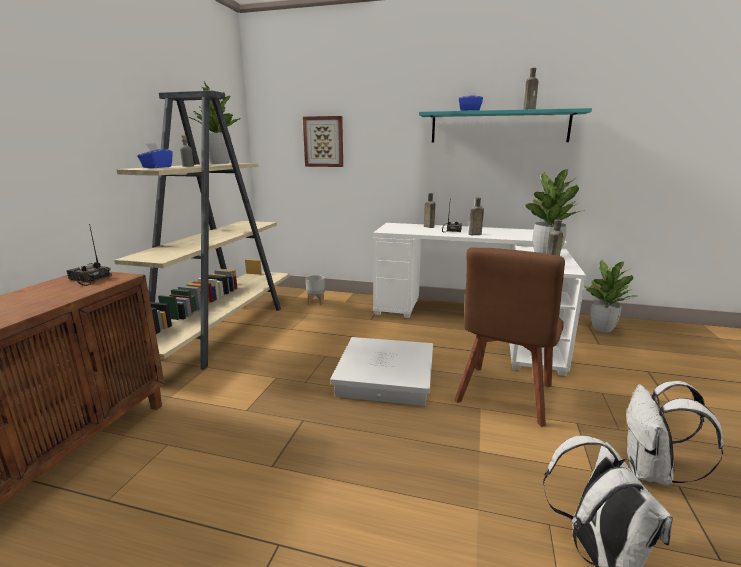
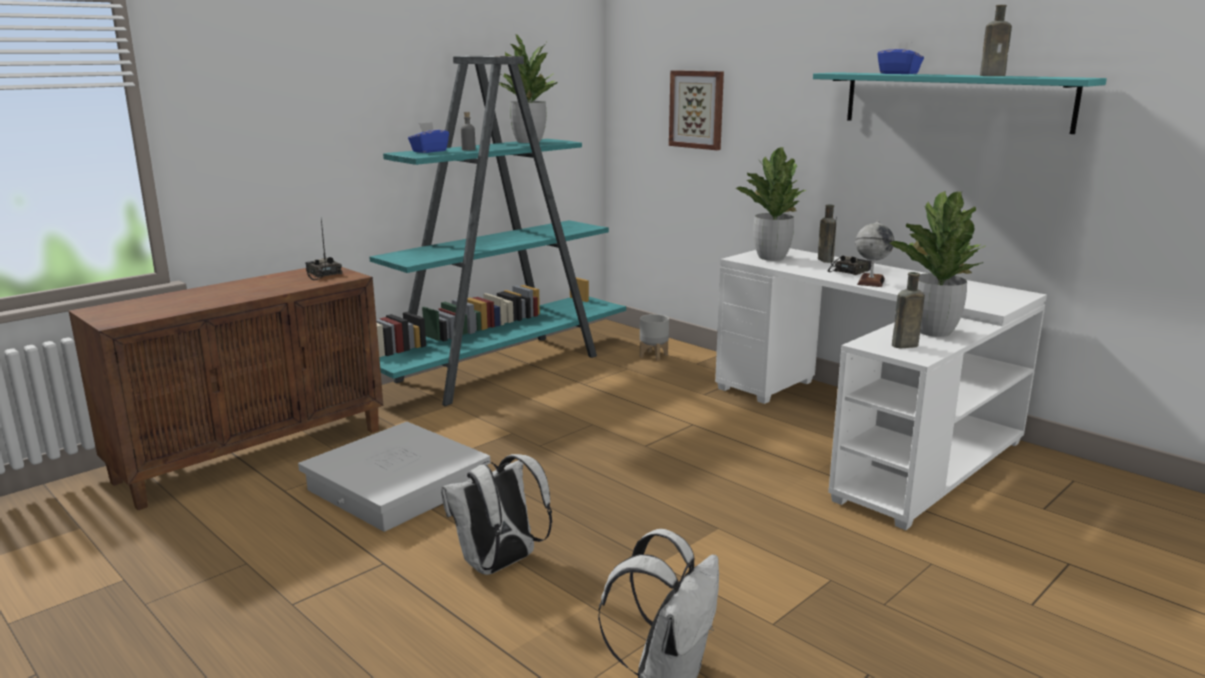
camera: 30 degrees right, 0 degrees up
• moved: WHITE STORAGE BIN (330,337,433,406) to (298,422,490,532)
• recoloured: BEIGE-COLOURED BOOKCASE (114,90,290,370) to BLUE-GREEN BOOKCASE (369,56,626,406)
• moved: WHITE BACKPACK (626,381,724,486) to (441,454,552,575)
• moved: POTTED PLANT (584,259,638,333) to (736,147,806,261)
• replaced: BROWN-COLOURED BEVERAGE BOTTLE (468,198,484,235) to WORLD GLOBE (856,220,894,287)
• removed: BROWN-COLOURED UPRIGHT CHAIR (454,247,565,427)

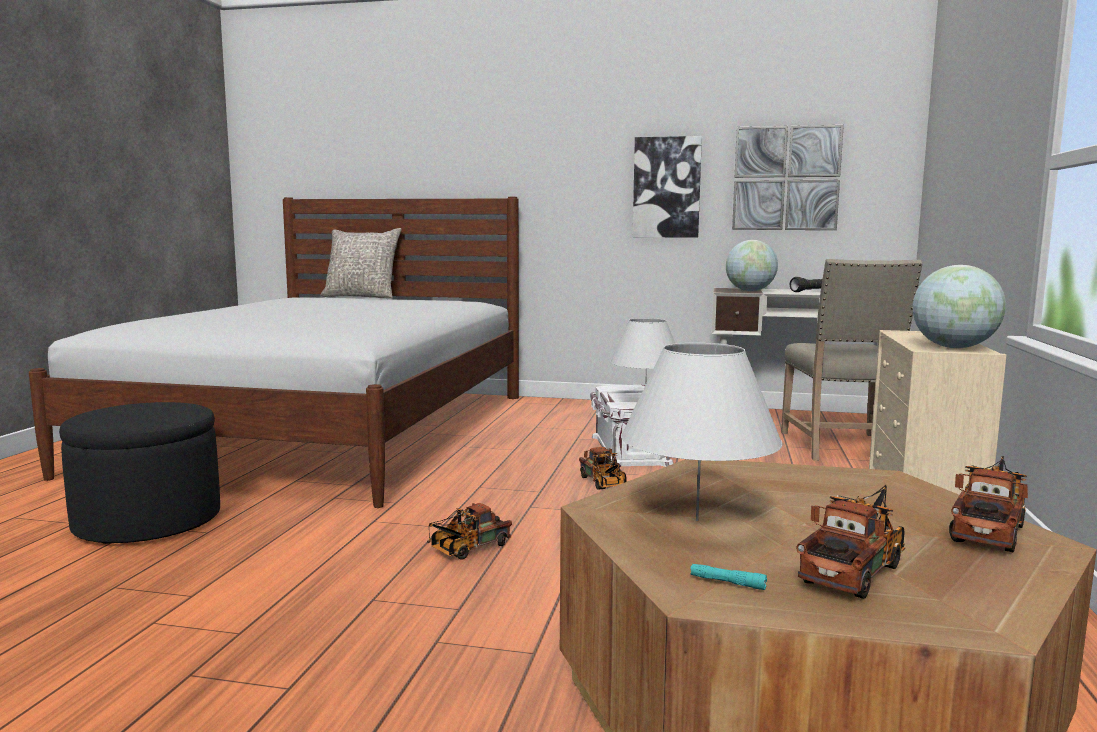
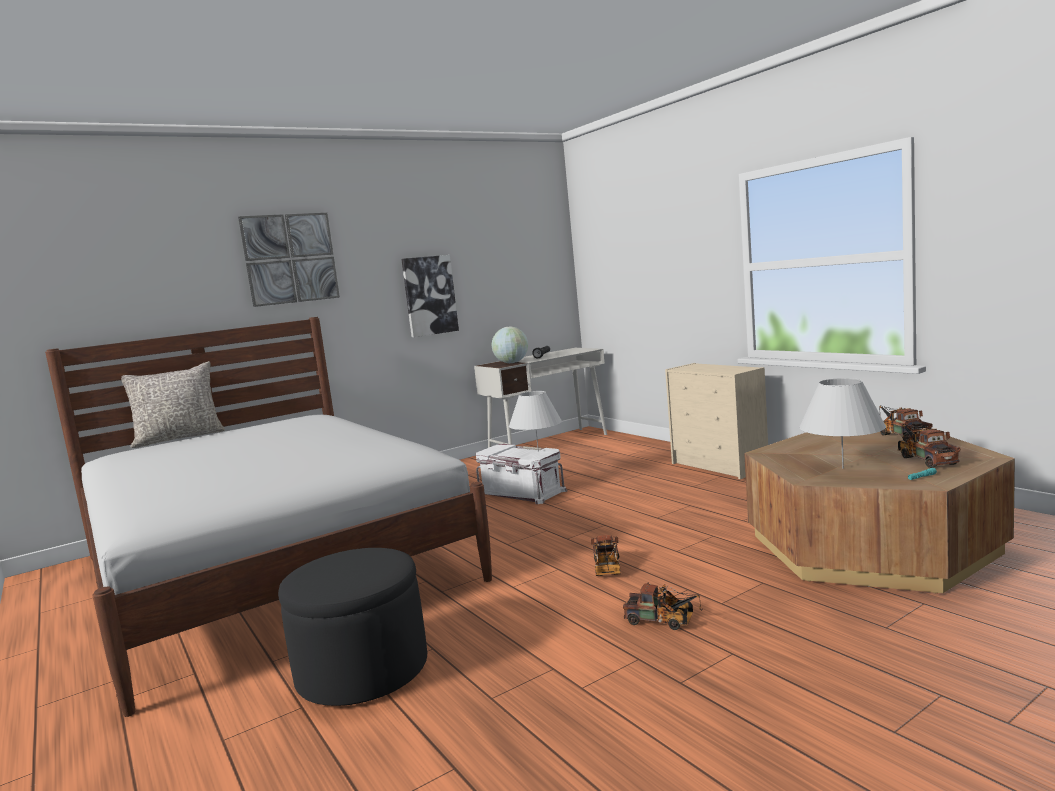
camera: 45 degrees left, 0 degrees up
• moved: WALL PICTURE (732,125,844,230) to (238,213,340,307)
• moved: TOY TRUCK (579,447,627,490) to (623,582,703,630)
• removed: BEIGE-COLOURED UPRIGHT CHAIR (781,259,923,461)
• removed: WORLD GLOBE (913,265,1006,348)

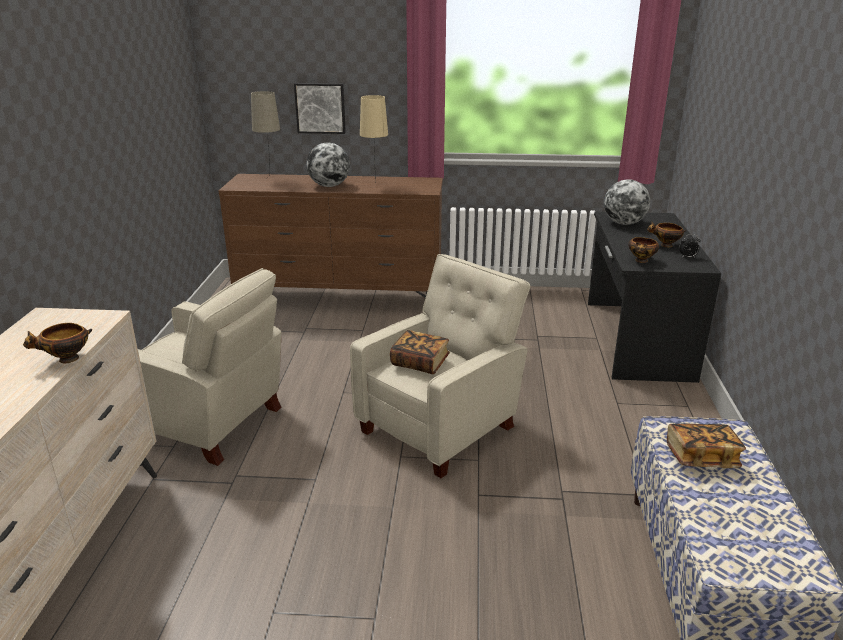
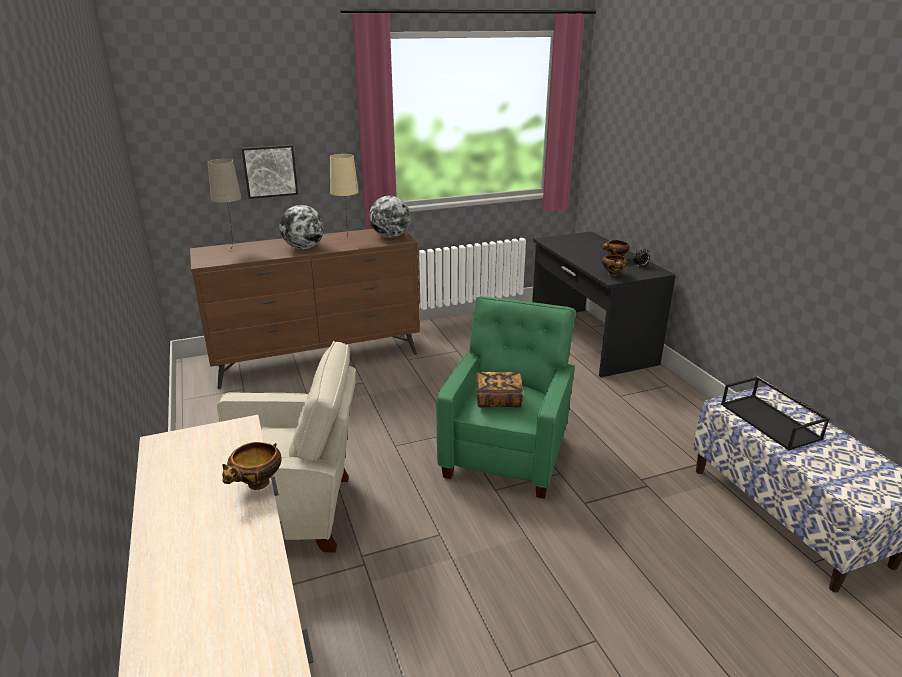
camera: 25 degrees left, 0 degrees up
• moved: WORLD GLOBE (604,179,650,225) to (369,196,411,238)
• recoloured: BEIGE-COLOURED EASY CHAIR (350,254,530,478) to GREENISH EASY CHAIR (436,296,576,499)
• replaced: BOUND BOOK (667,423,746,468) to BLACKISH TRAY (721,376,830,451)

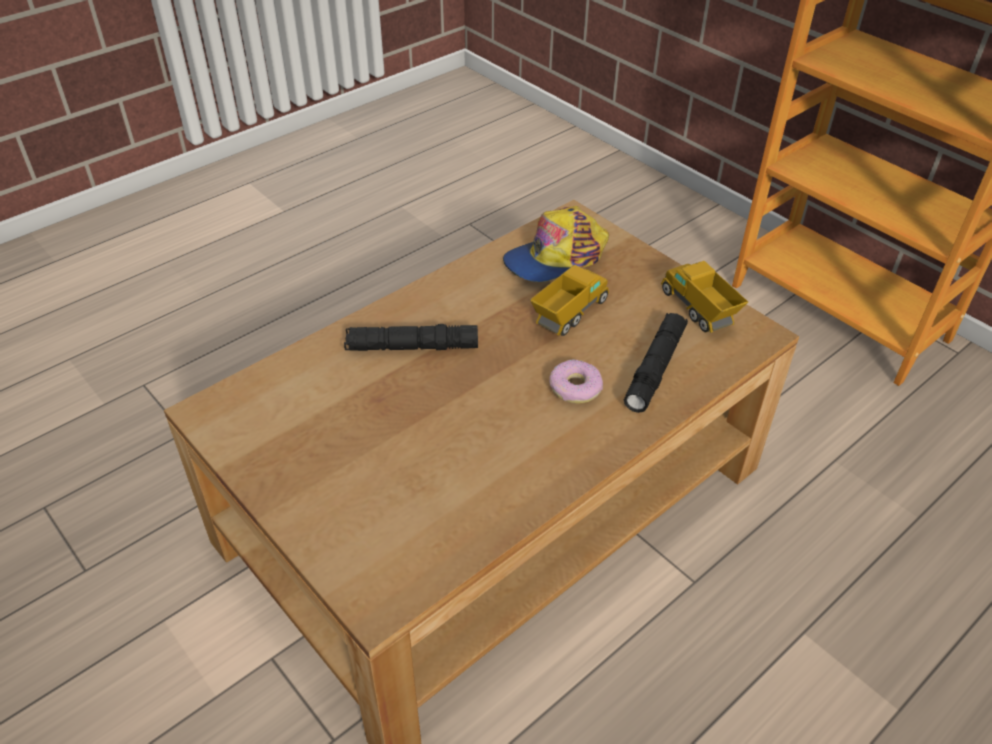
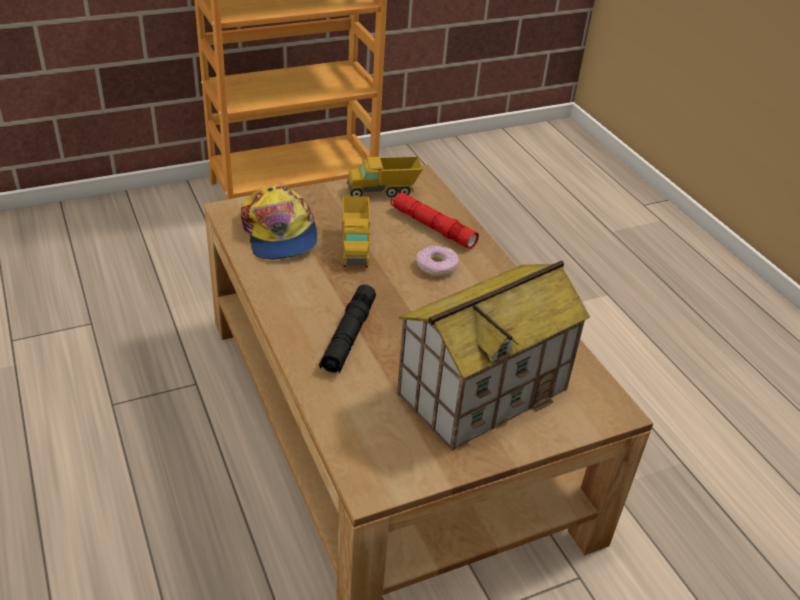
camera: 75 degrees left, 5 degrees down
• turned: TOY TRUCK (530,265,609,336) = (342,196,370,267) 150 degrees counterclockwise
• recoloured: BLACKISH TORCH (624,313,688,413) to RED-COLOURED TORCH (390,192,479,249)
• added: MINIATURE HOUSE (397,261,590,451)

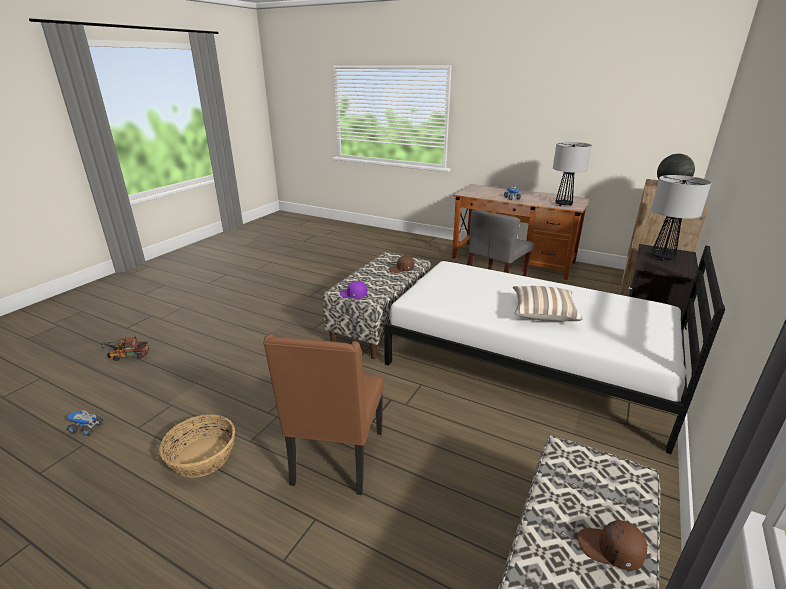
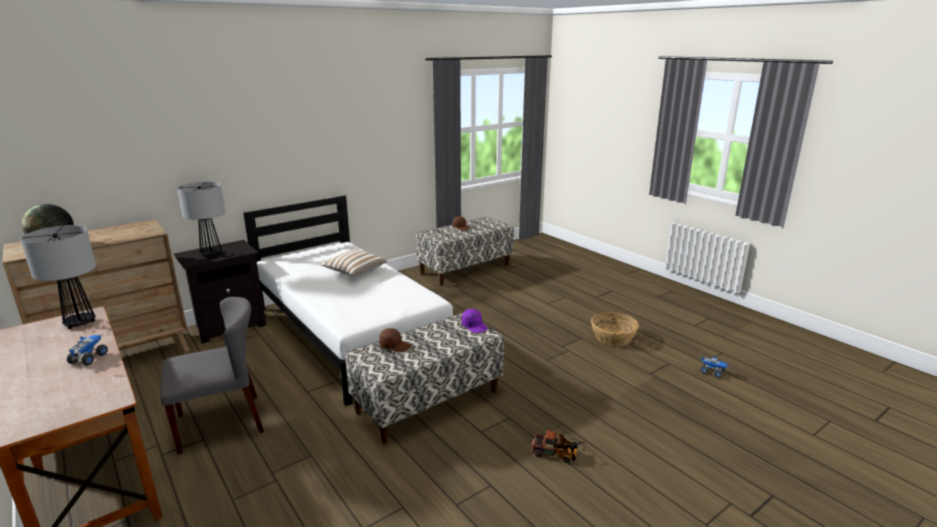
camera: 155 degrees left, 5 degrees down
• moved: TOY TRUCK (101,336,150,361) to (532,429,585,463)
• removed: BROWN-COLOURED UPRIGHT CHAIR (263,334,384,495)

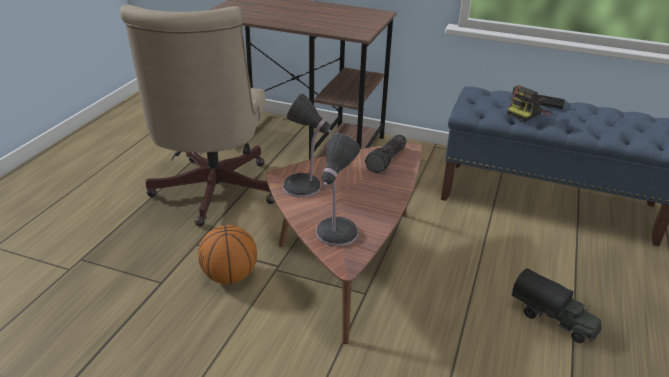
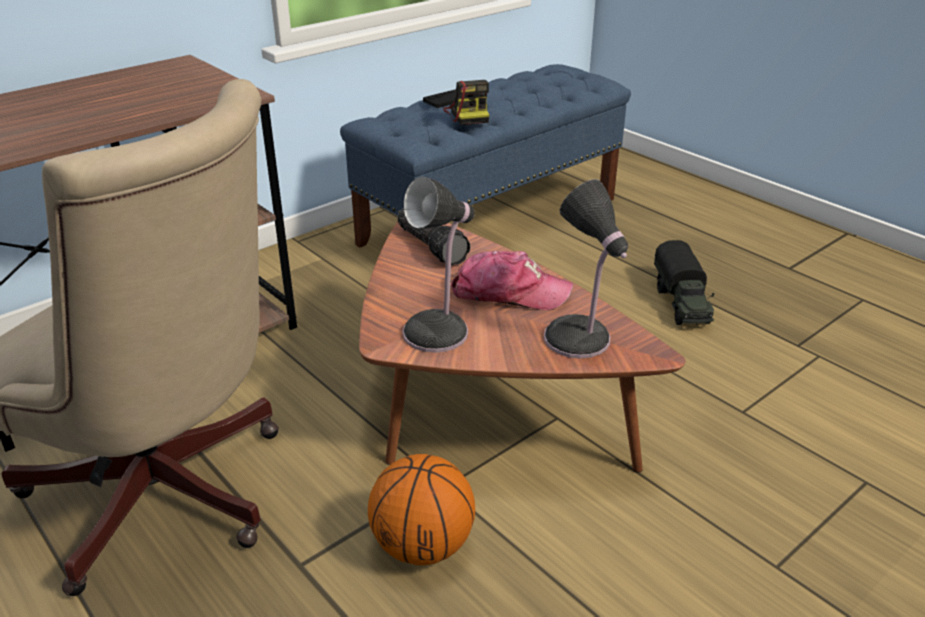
camera: 60 degrees left, 0 degrees up
• added: PEAKED CAP (451,251,573,310)
• turned: TOY TRUCK (512,268,602,343) = (654,240,714,325) 105 degrees clockwise

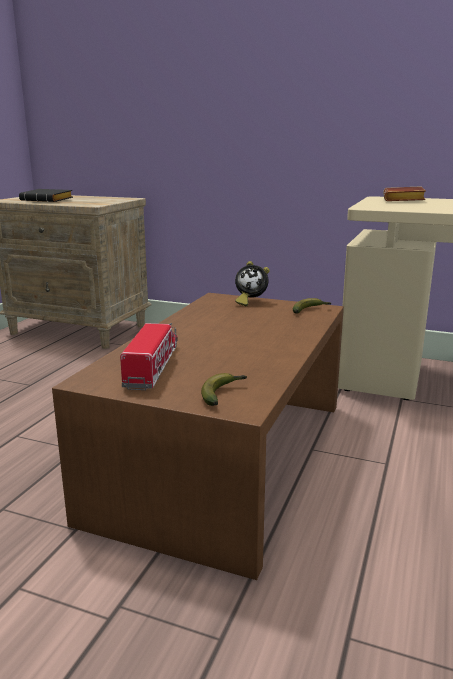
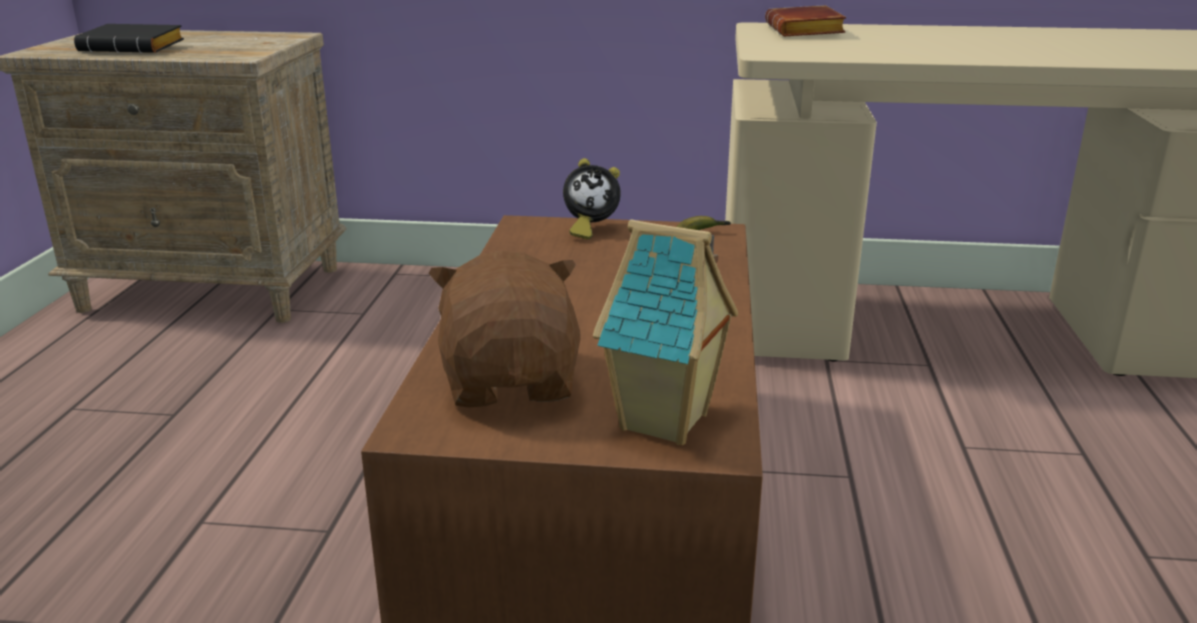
camera: 15 degrees left, 5 degrees up
• replaced: TOY TRUCK (120,323,178,390) to BROWN-COLOURED PLUSH TOY (429,251,580,407)
• replaced: WHOLE BANANA (201,373,247,406) to MINIATURE HOUSE (593,219,738,445)

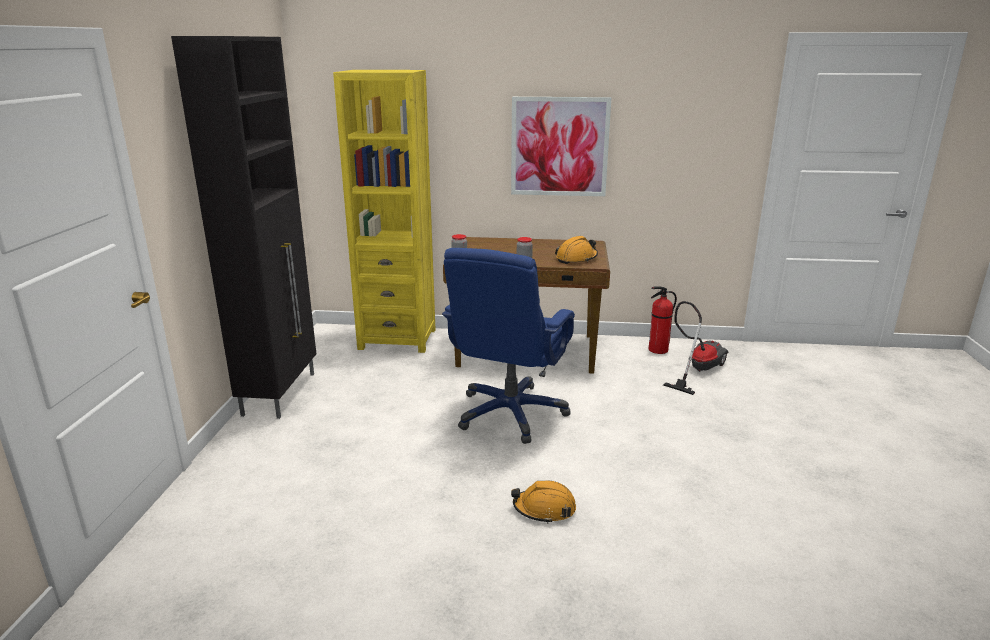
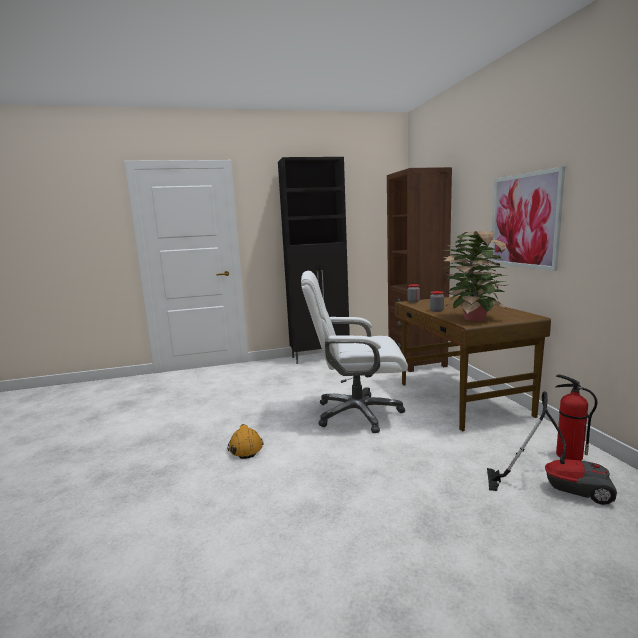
camera: 70 degrees right, 10 degrees down
• recoloured: BLUE DESK CHAIR (442,248,575,444) to WHITE DESK CHAIR (301,271,408,433)
• recoloured: YELLOW-COLOURED BOOKCASE (333,70,436,353) to BROWN-COLOURED BOOKCASE (387,167,452,372)
• replaced: ORANGE WORK HELMET (555,236,598,264) to POTTED PLANT (441,231,508,321)

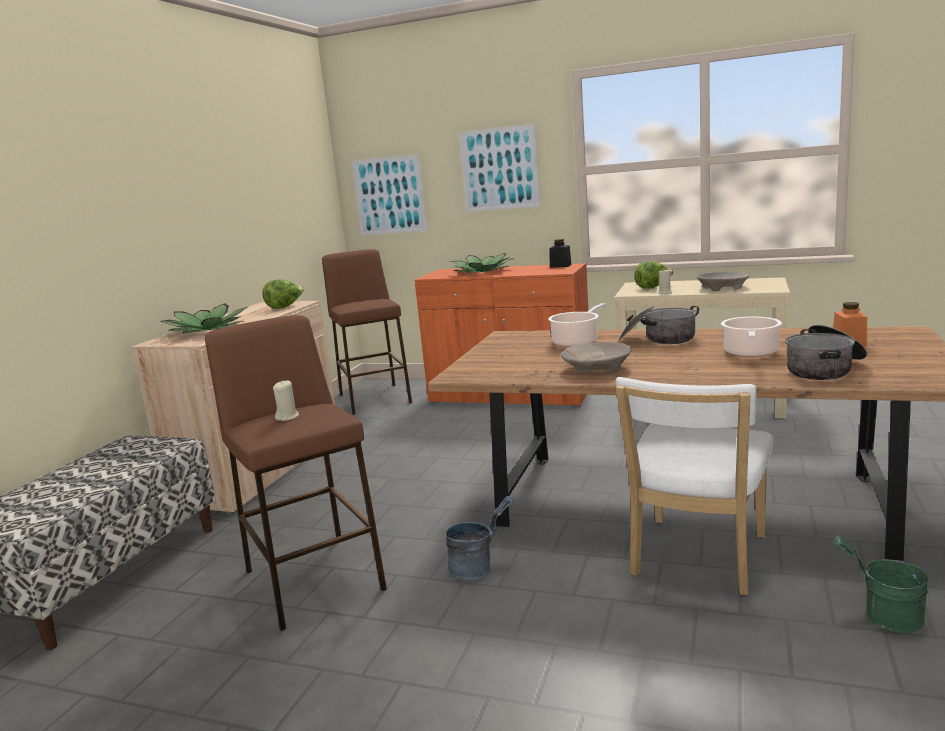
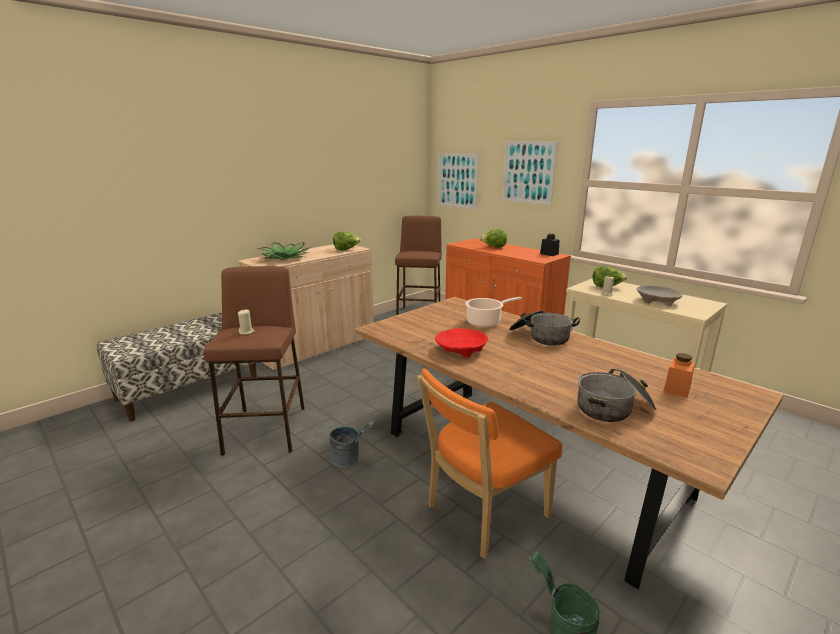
camera: 25 degrees right, 5 degrees up
• recoloured: WHITE UPRIGHT CHAIR (616,377,773,595) to ORANGE UPRIGHT CHAIR (417,368,562,559)
• recoloured: BEIGE-COLOURED DEEP DISH (561,342,632,373) to RED-COLOURED DEEP DISH (435,328,488,358)
• replaced: POTTED PLANT (450,253,514,273) to LETTUCE HEAD (480,229,507,248)
• removed: SAUCEPOT (721,317,782,357)

